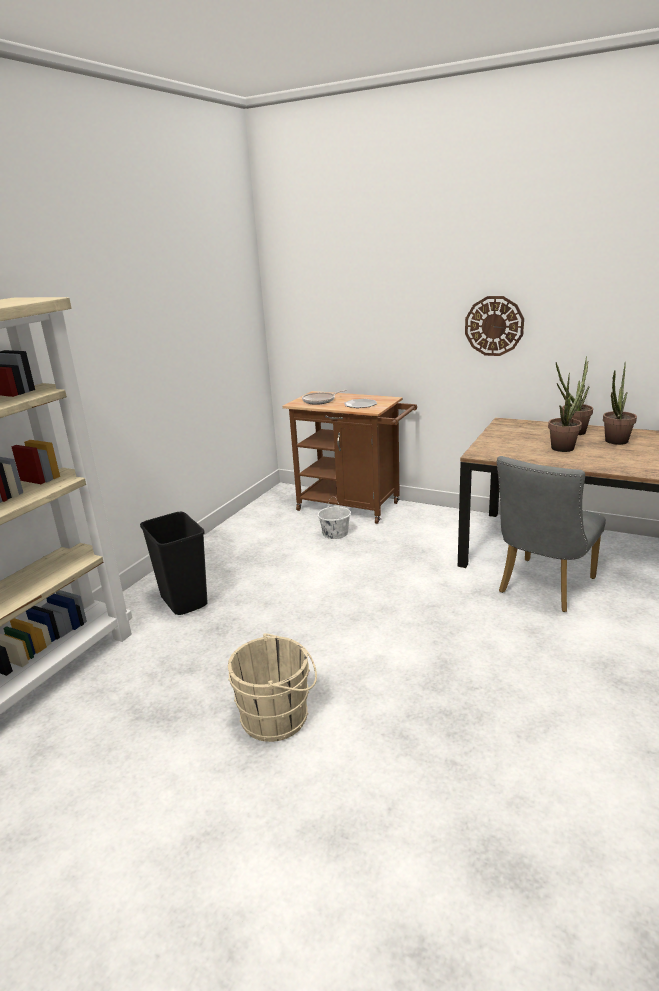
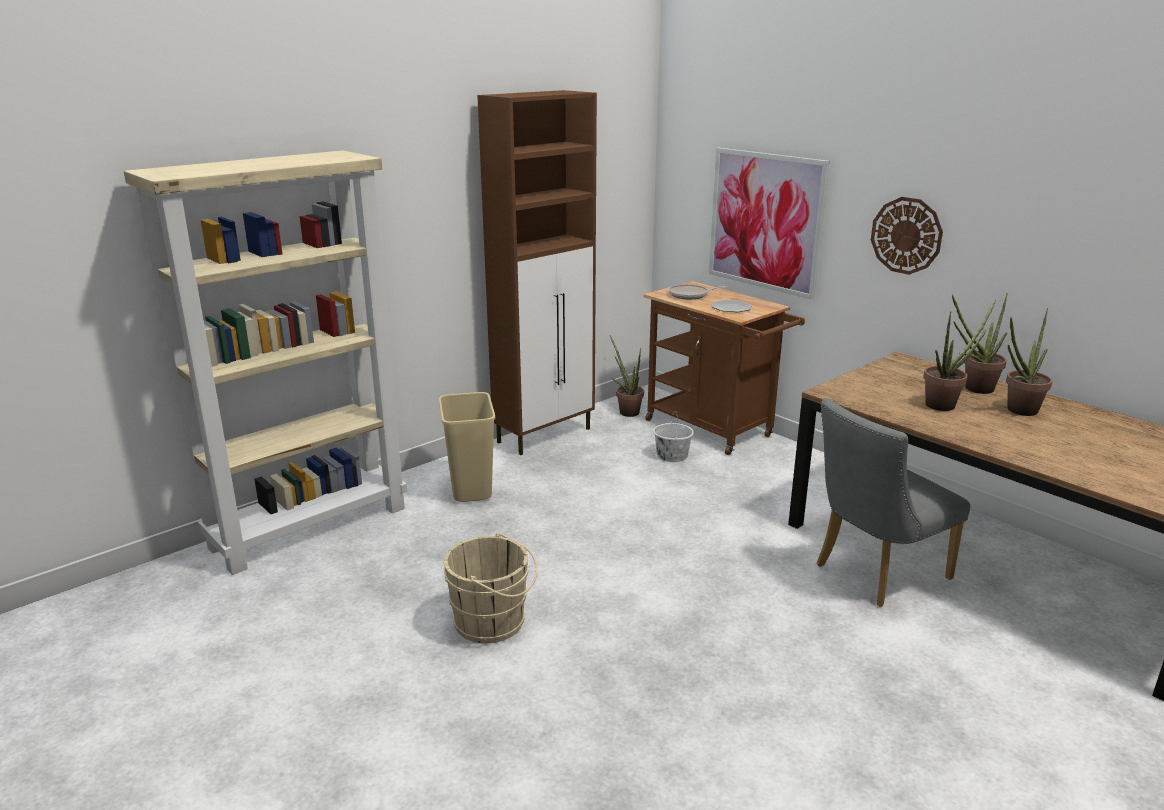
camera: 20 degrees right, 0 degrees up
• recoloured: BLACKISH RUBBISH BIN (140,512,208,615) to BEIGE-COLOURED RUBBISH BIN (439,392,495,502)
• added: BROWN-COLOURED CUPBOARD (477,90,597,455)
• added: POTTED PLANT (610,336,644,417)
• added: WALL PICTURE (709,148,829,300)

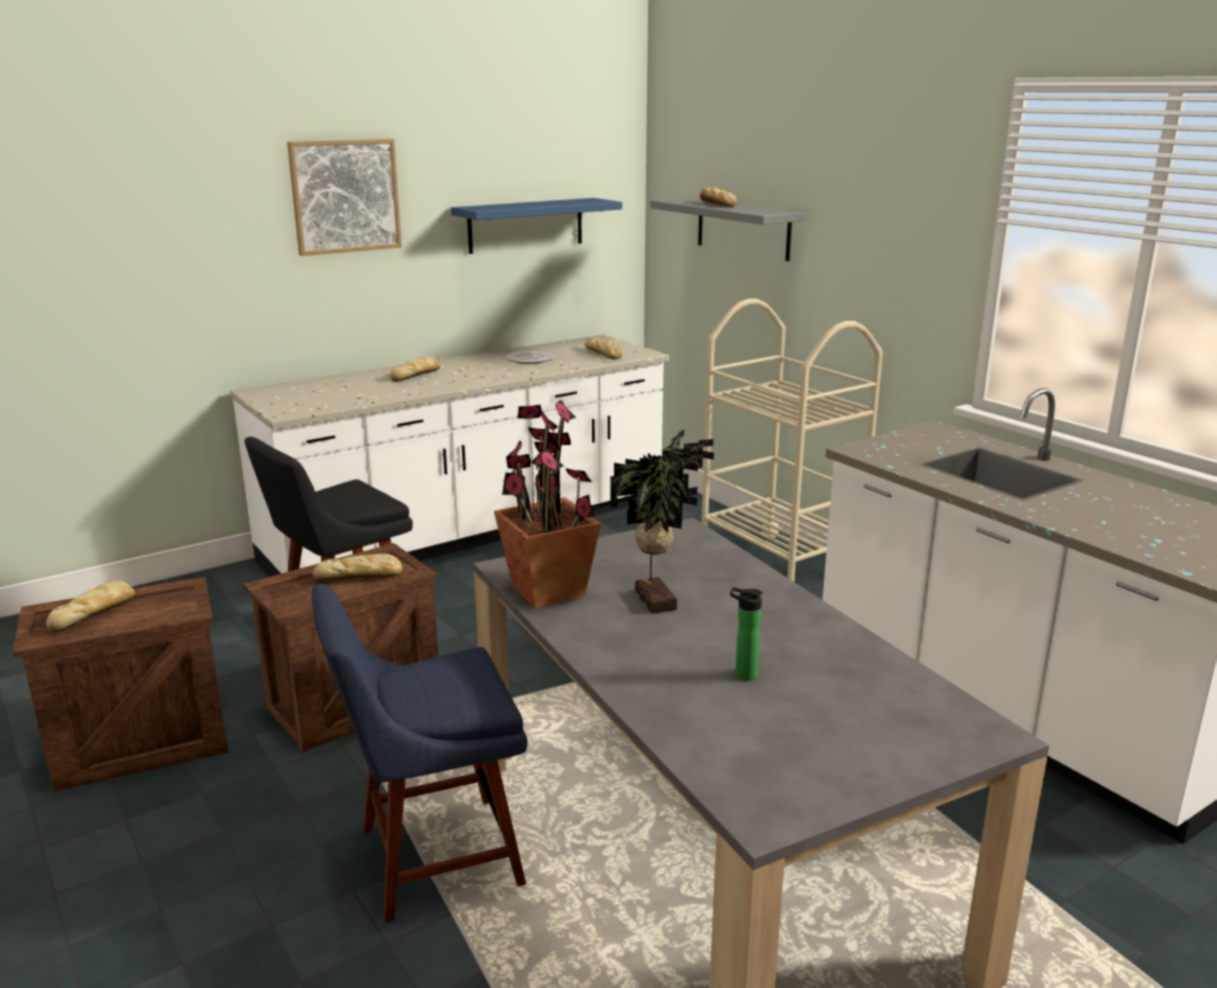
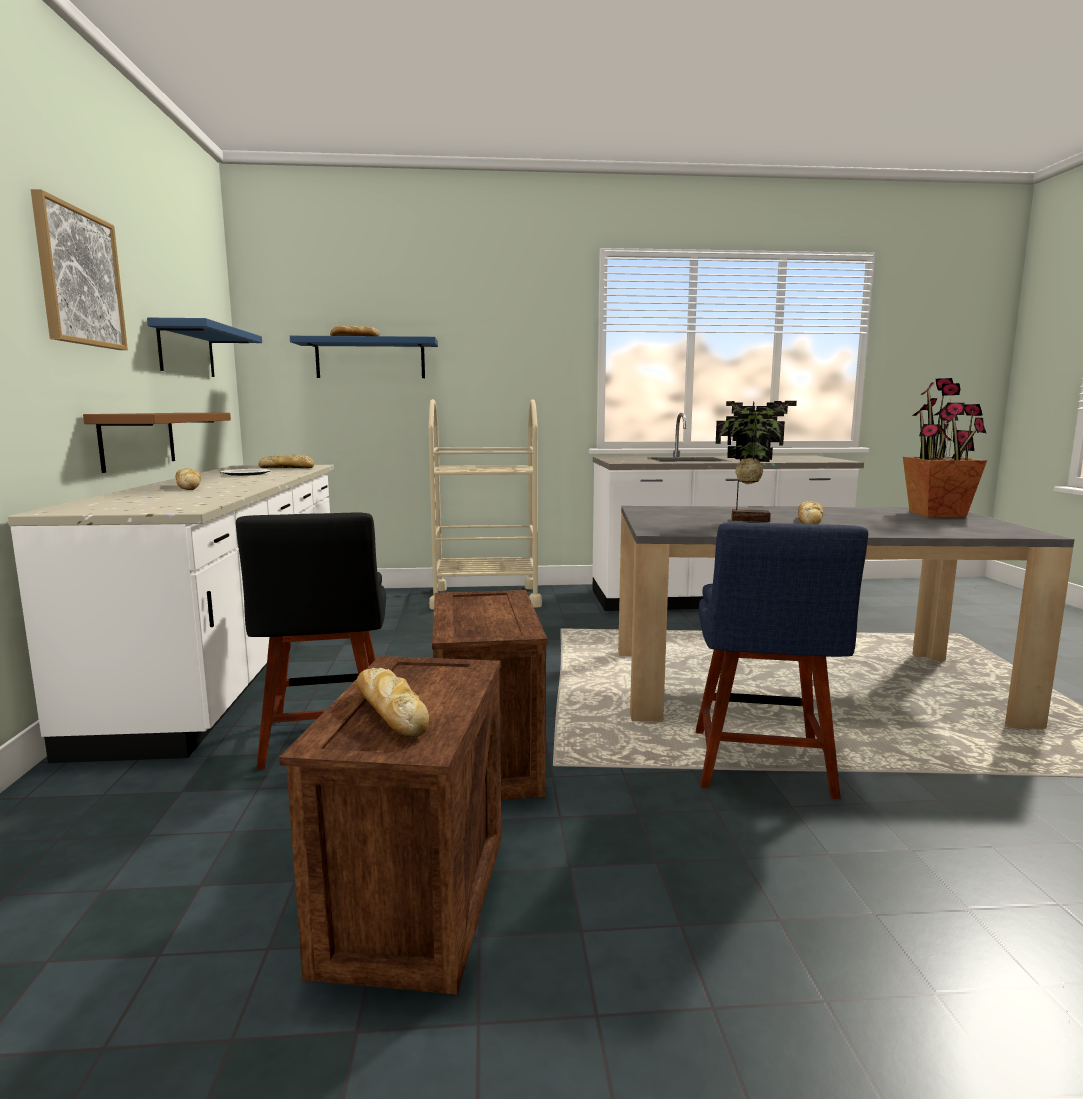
camera: 60 degrees left, 10 degrees down
• added: BROWN-COLOURED BRACKET SHELF (83,413,231,473)
• recoloured: GREY BRACKET SHELF (650,198,805,261) to BLUE BRACKET SHELF (290,336,438,378)
• moved: BAKED BREAD (313,553,402,580) to (798,501,823,524)
• moved: POTTED PLANT (494,400,601,609) to (903,378,987,517)
• removed: BEVERAGE BOTTLE (730,587,763,681)

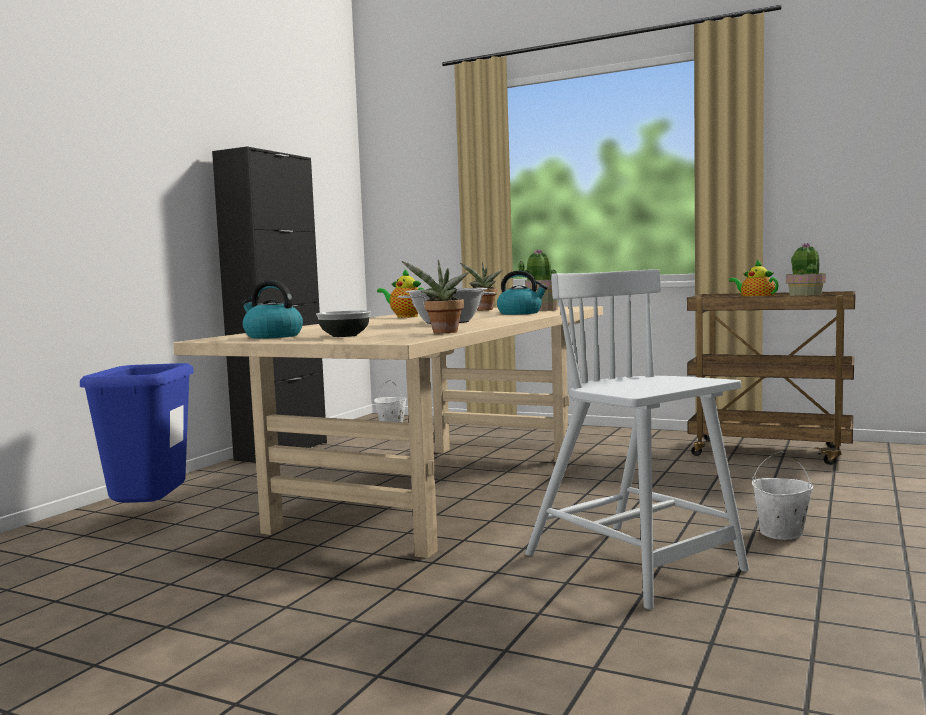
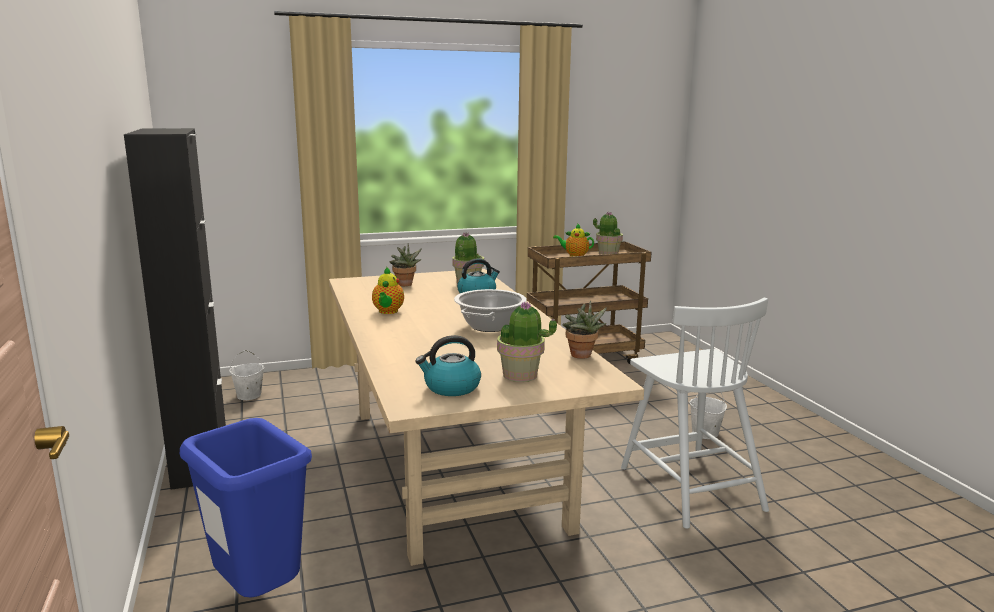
camera: 45 degrees left, 10 degrees up
• turned: POT FOR TEA (377,268,425,318) = (372,267,404,314) 75 degrees counterclockwise
• replaced: DEEP DISH (316,311,371,337) to POTTED PLANT (497,302,557,382)
• turned: WHITE UPRIGHT CHAIR (525,269,749,609) = (621,298,769,529) 120 degrees counterclockwise

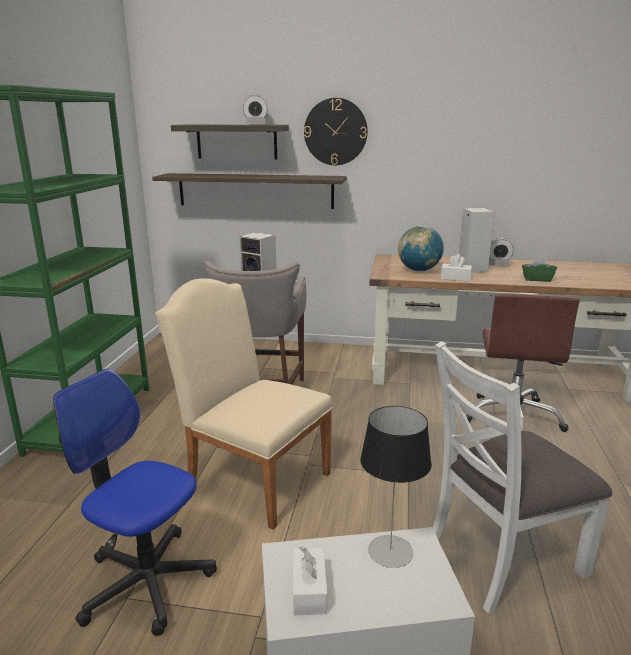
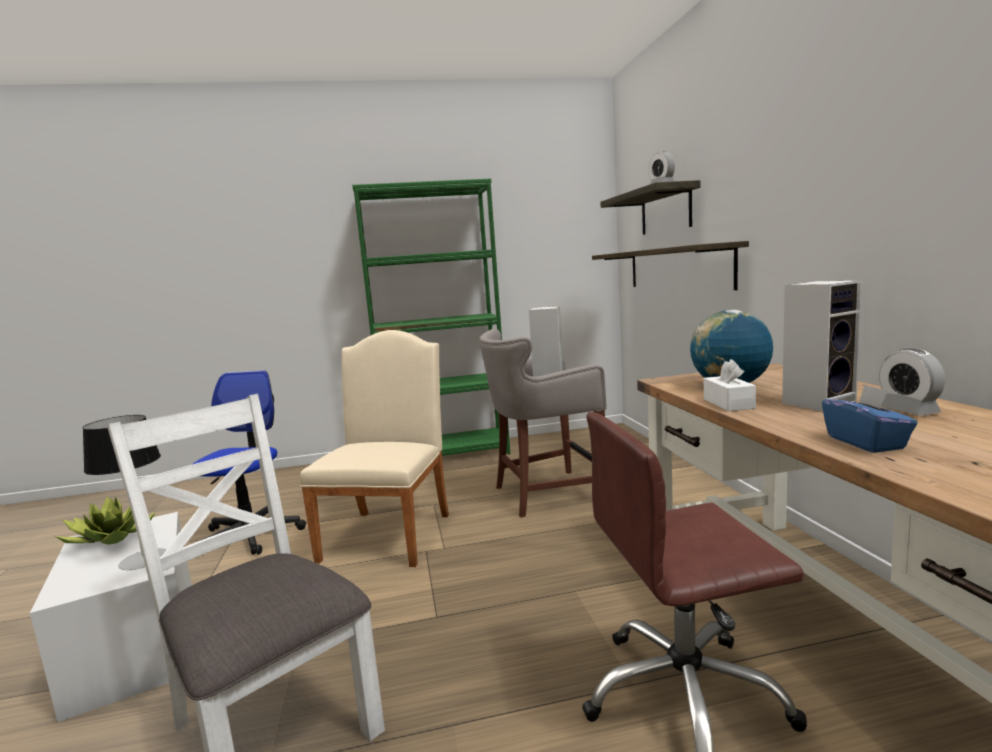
camera: 70 degrees right, 10 degrees down
• replaced: WHITE TISSUE BOX (293,546,327,615) to POTTED PLANT (55,496,156,545)
• recoloured: GREENISH TISSUE BOX (522,255,557,282) to BLUE TISSUE BOX (822,384,918,453)
• removed: CLOCK ON THE WALL (304,98,368,165)

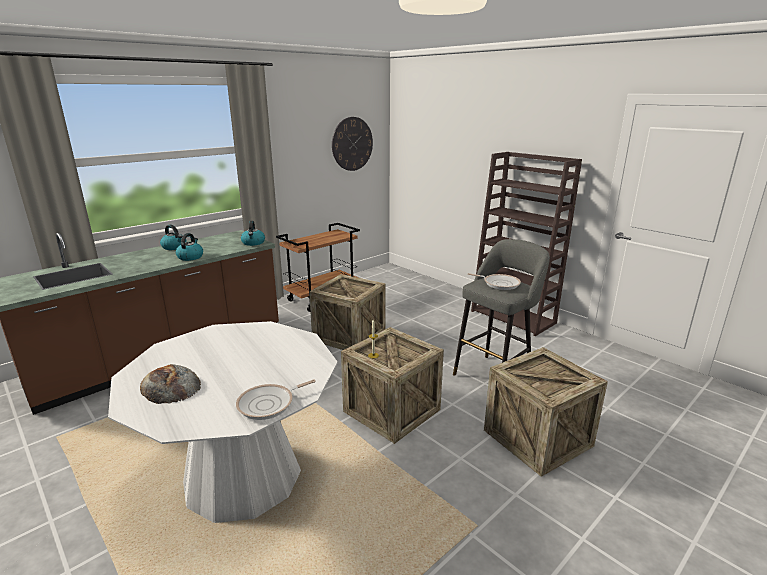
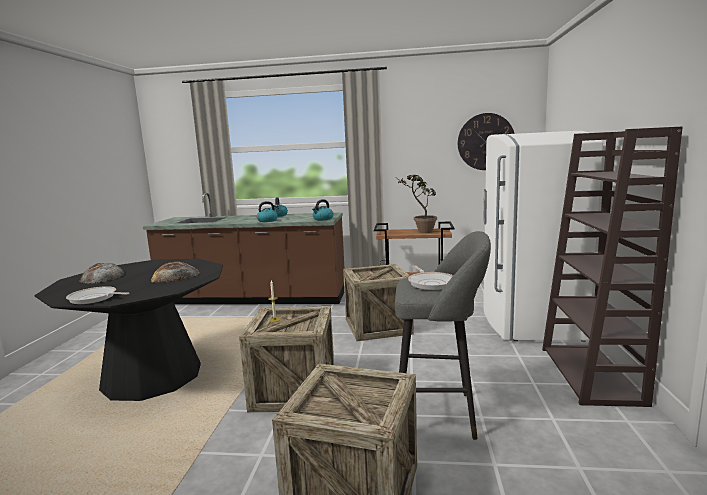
camera: 50 degrees right, 10 degrees down
• recoloured: WHITE DINING TABLE (108,321,338,523) to BLACKISH DINING TABLE (34,259,223,401)
• added: BAKED BREAD (151,262,199,283)
• added: POTTED PLANT (394,175,437,233)
• added: WHITE REFRIGERATOR (483,131,603,342)

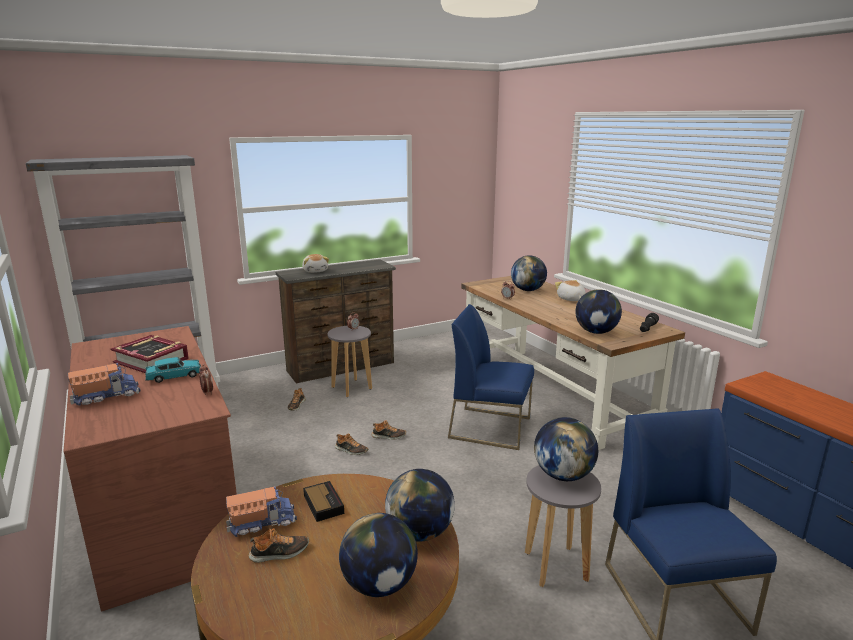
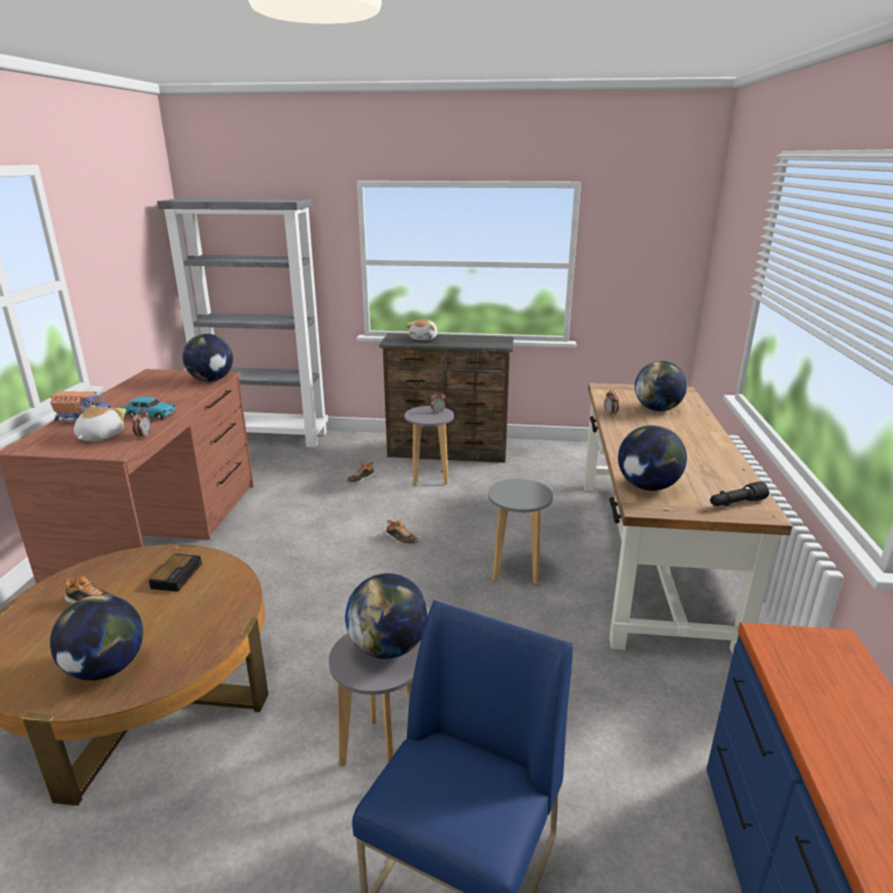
camera: 35 degrees right, 5 degrees up
• moved: PLUSH TOY (555,280,586,301) to (74,405,126,442)
• moved: WORLD GLOBE (385,469,455,542) to (182,334,233,382)
• replaced: BLUE UPRIGHT CHAIR (448,304,534,450) to GREY SITTING STOOL (488,479,553,585)
• removed: BOUND BOOK (111,335,189,373)
• removed: TOY TRUCK (226,487,297,537)
• removed: SHOE (335,433,368,455)

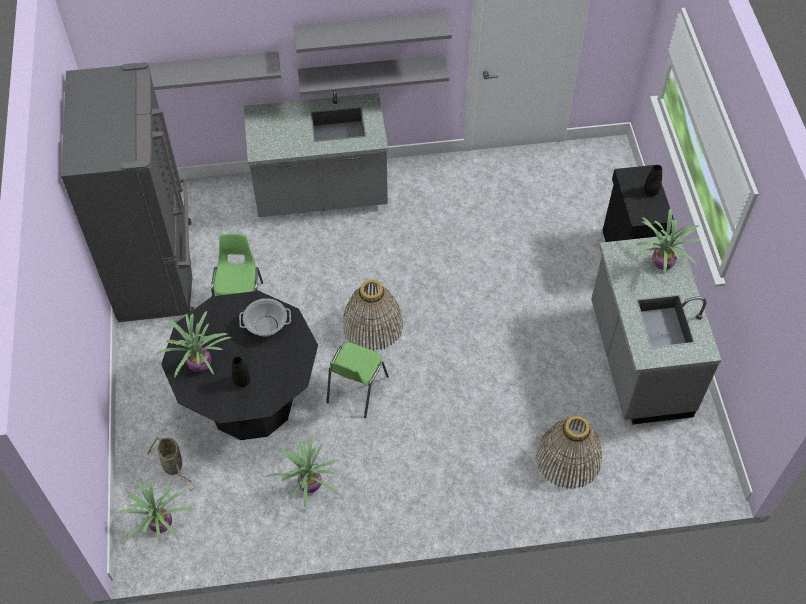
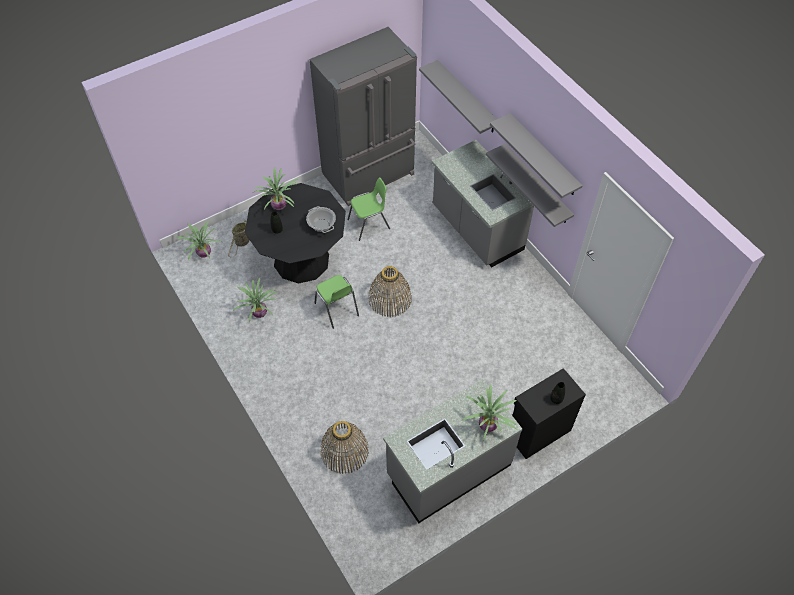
camera: 65 degrees right, 0 degrees up
• turned: GREENISH UPRIGHT CHAIR (326,342,389,418) = (314,275,359,329) 120 degrees counterclockwise

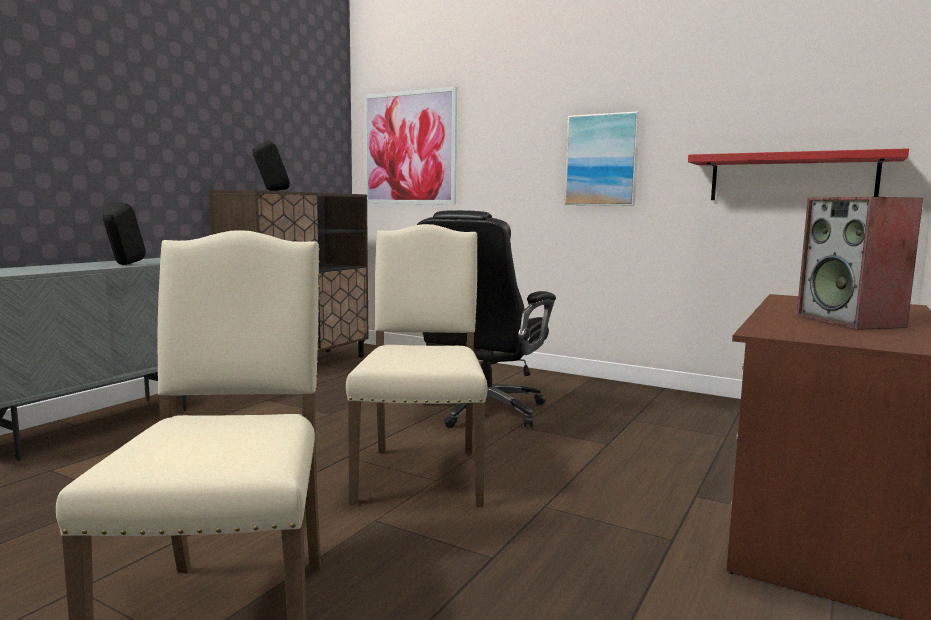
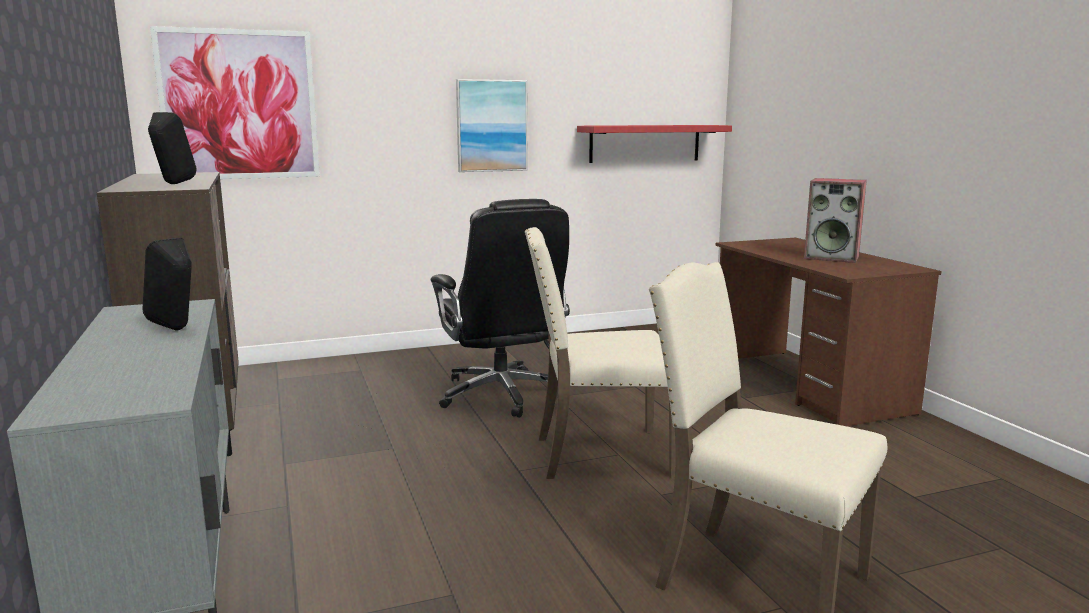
camera: 50 degrees left, 5 degrees up
• turned: BEIGE-COLOURED UPRIGHT CHAIR (346,224,487,507) = (525,227,676,479) 45 degrees counterclockwise

